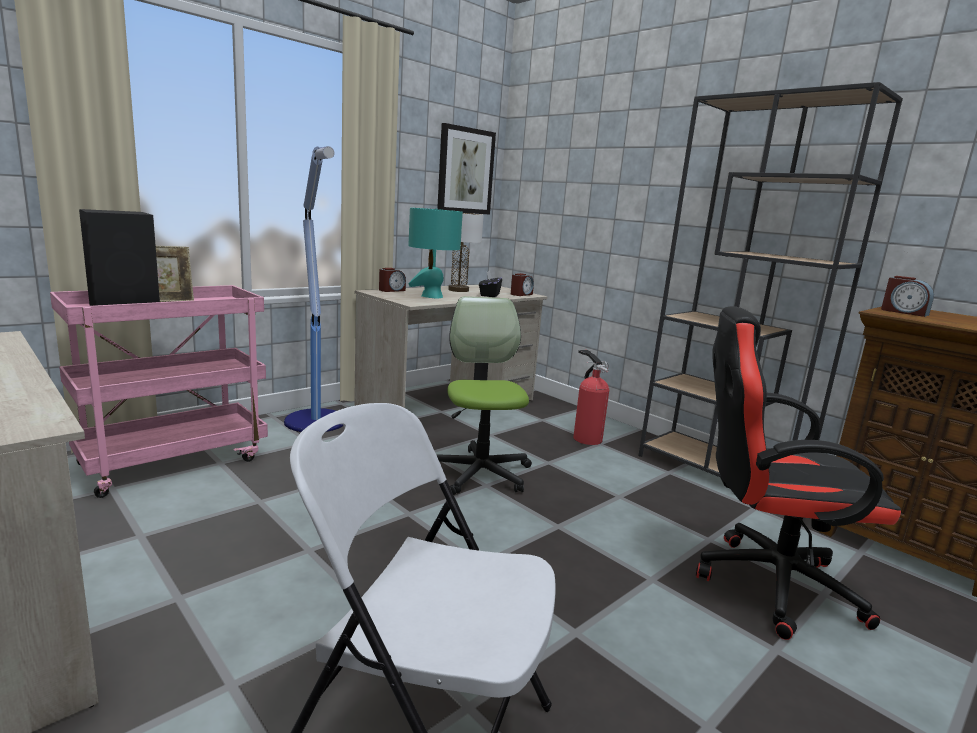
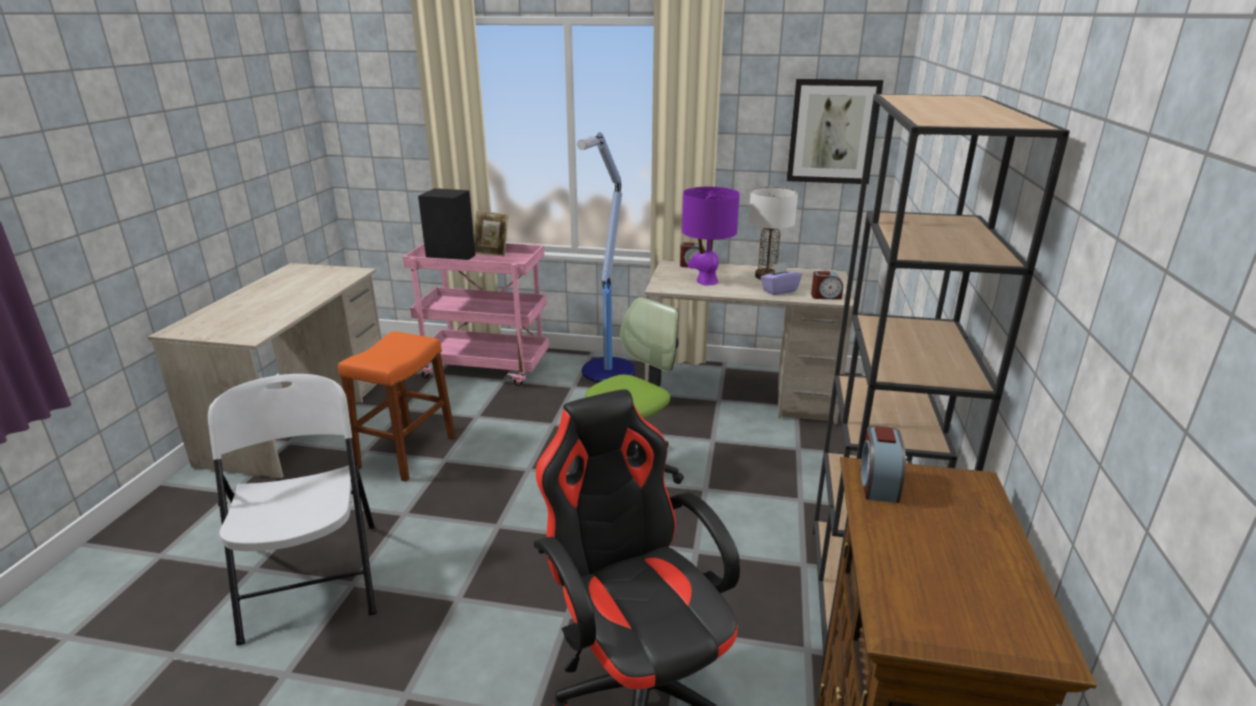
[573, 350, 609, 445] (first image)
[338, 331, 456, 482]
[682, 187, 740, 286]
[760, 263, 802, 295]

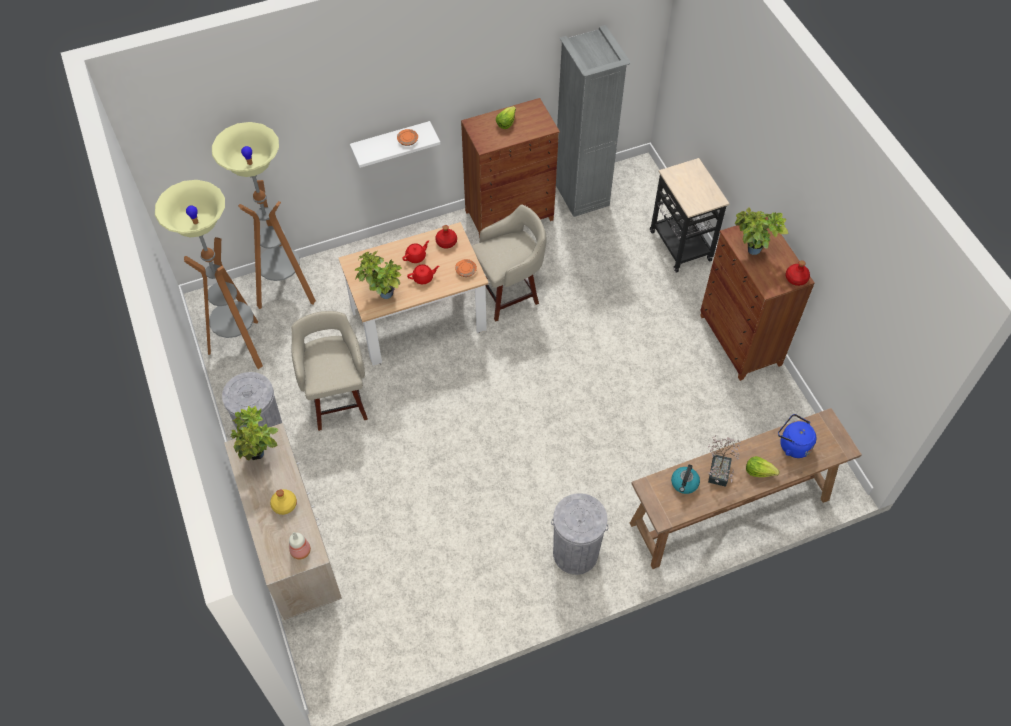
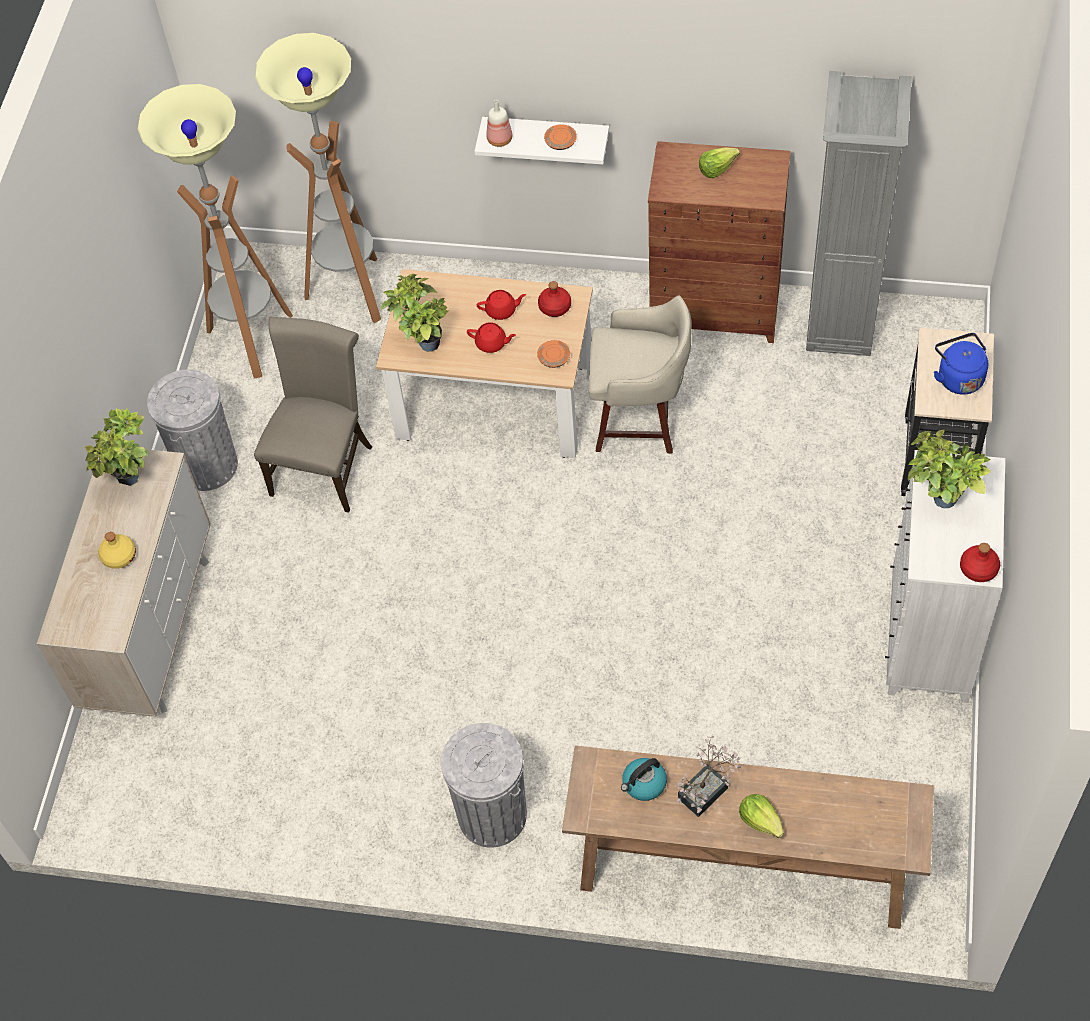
[486, 100, 512, 147]
[934, 333, 989, 395]
[254, 317, 372, 513]
[885, 450, 1005, 703]

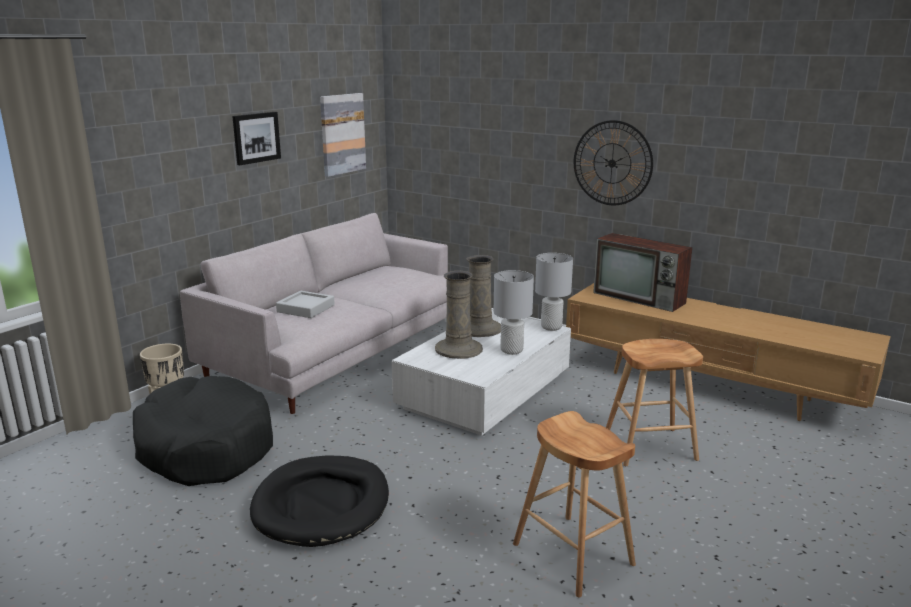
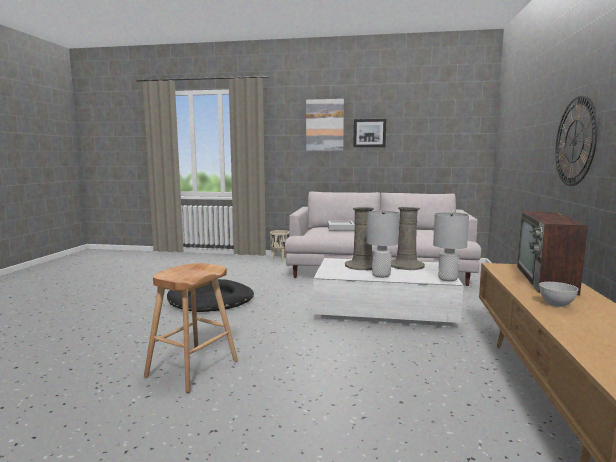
[133, 376, 273, 486] (first image)
[606, 339, 703, 466] (first image)
[539, 282, 579, 307]
[306, 99, 344, 151]

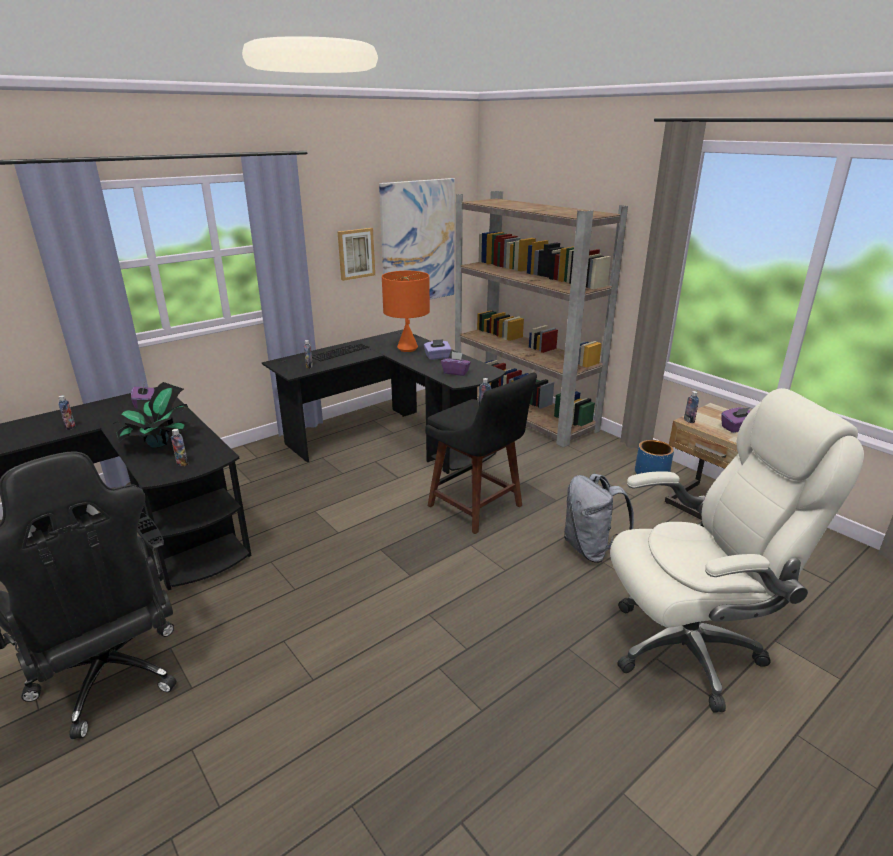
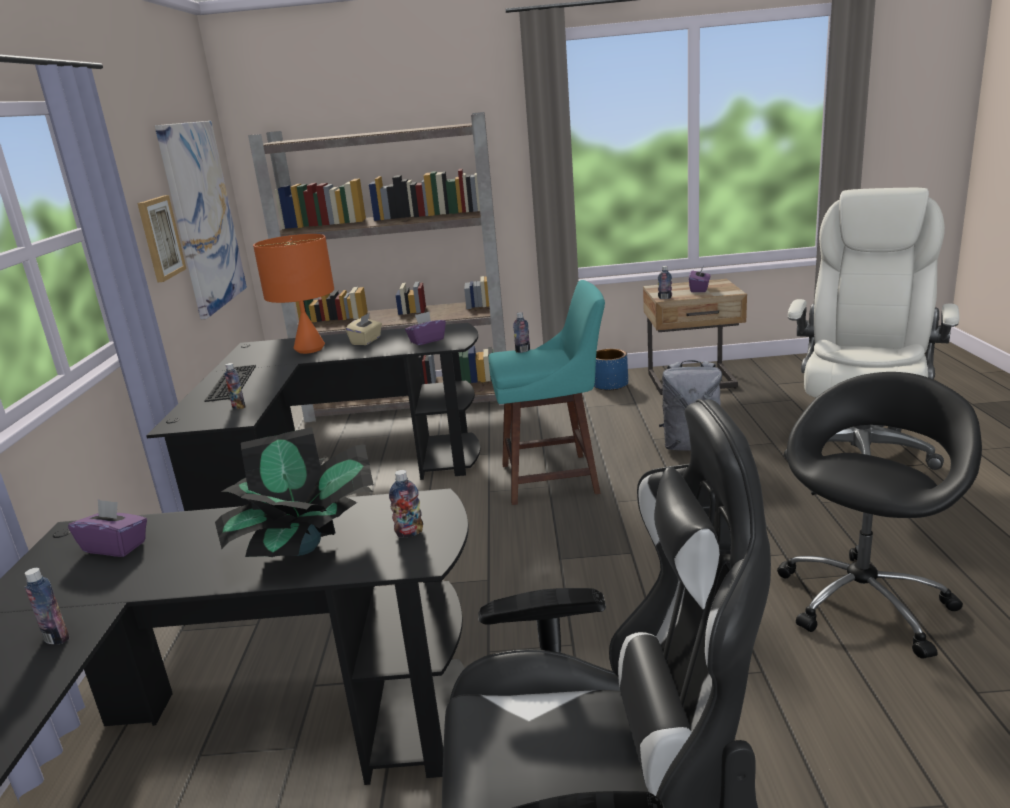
[777, 372, 982, 659]
[346, 313, 382, 345]
[488, 280, 605, 505]

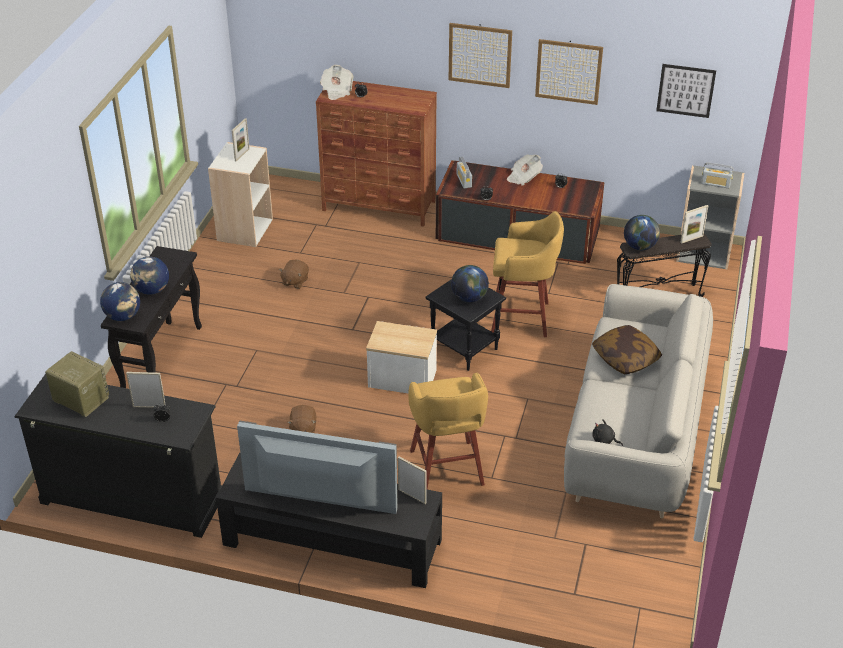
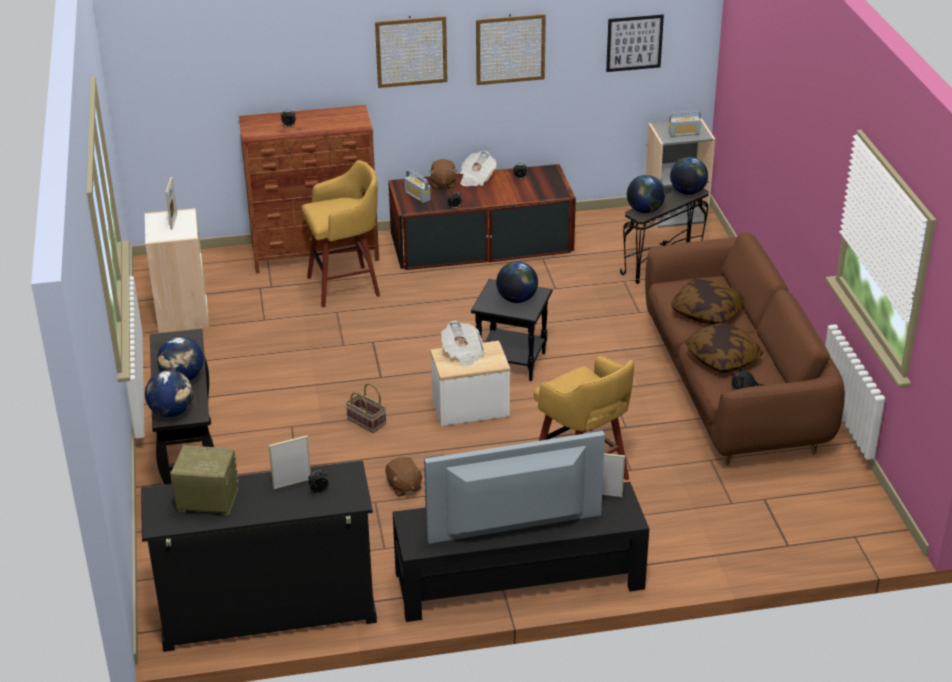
[346, 383, 386, 433]
[685, 323, 763, 373]
[430, 159, 457, 189]
[441, 321, 485, 367]
[302, 160, 380, 308]
[670, 157, 708, 195]
[645, 232, 845, 466]

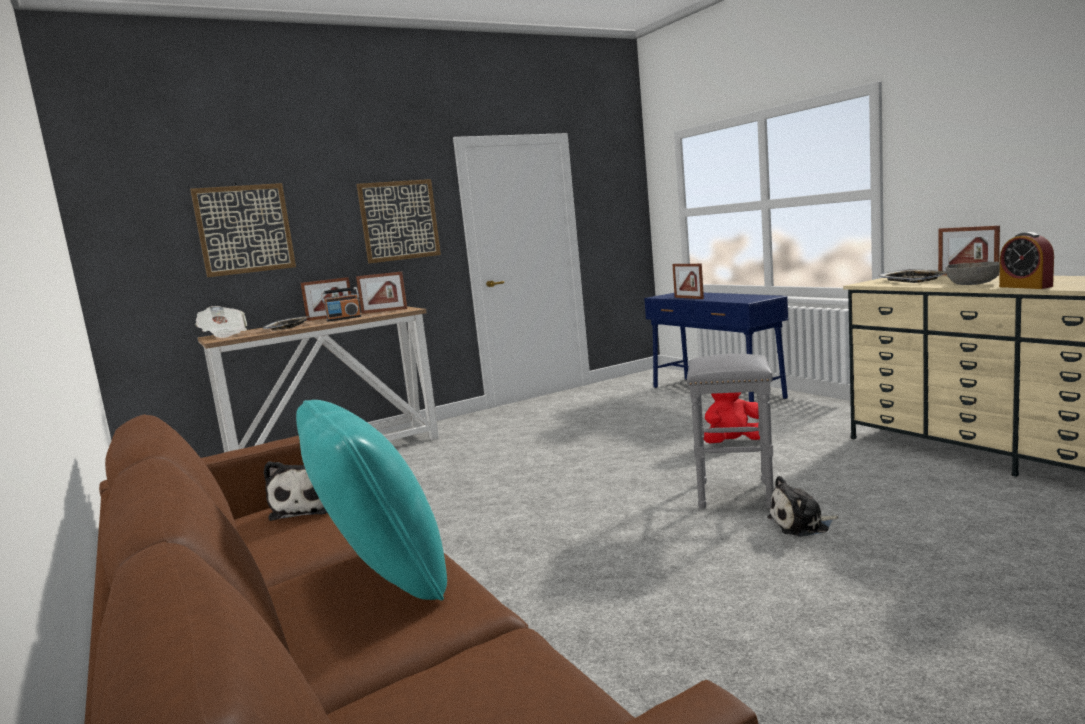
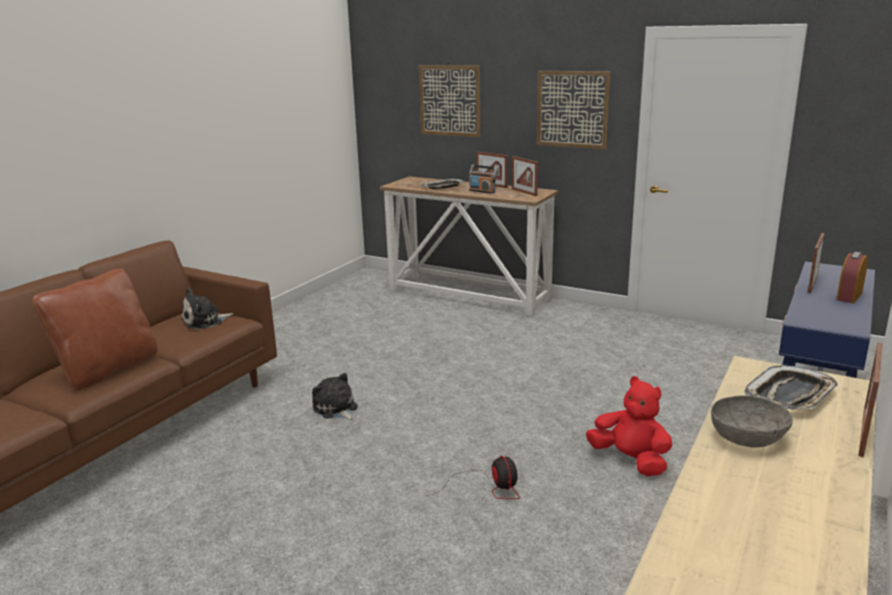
[195, 306, 247, 338] (first image)
[312, 373, 358, 420]
[836, 252, 868, 303]
[426, 456, 520, 499]
[32, 269, 158, 390]

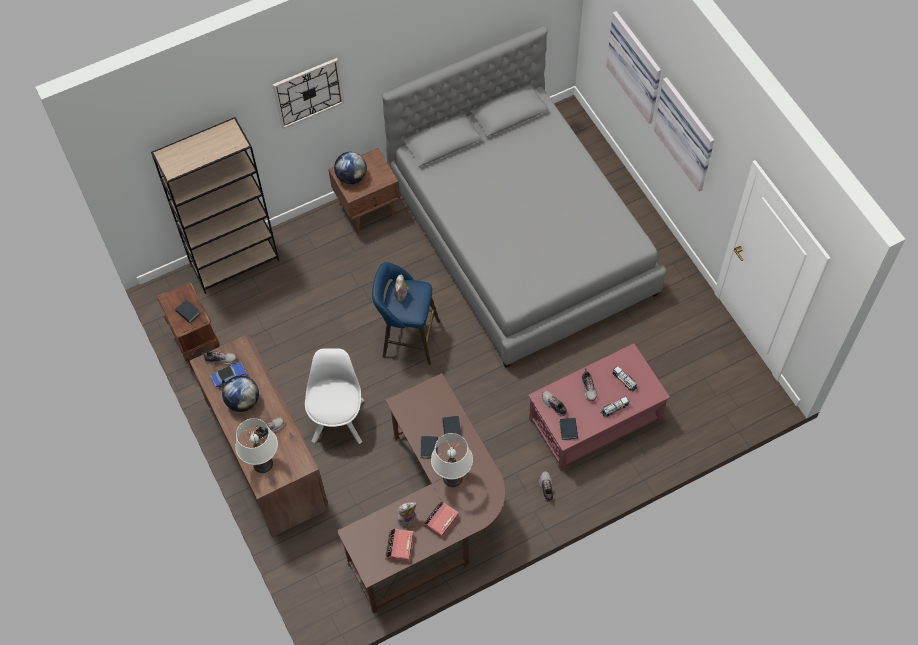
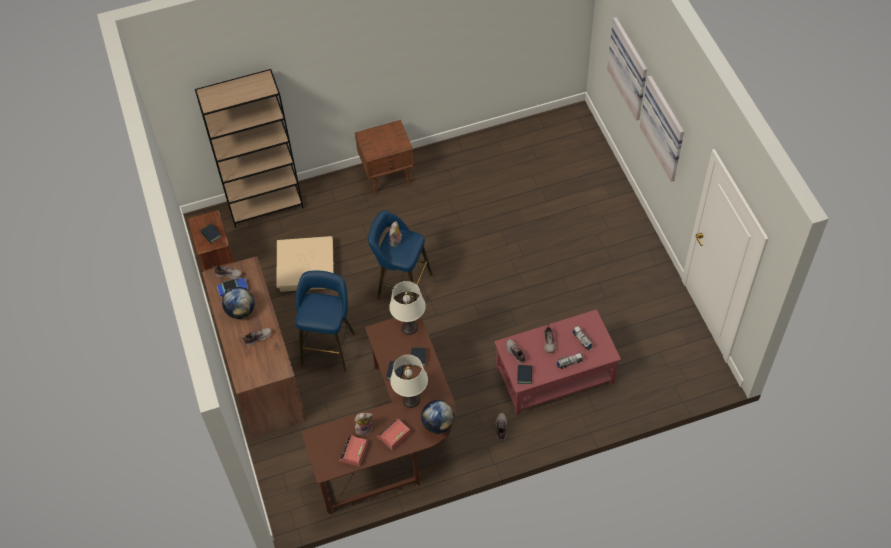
[273, 58, 344, 129] (first image)
[382, 25, 666, 368] (first image)
[276, 236, 334, 292]
[389, 281, 426, 335]
[421, 400, 455, 434]
[295, 271, 356, 372]

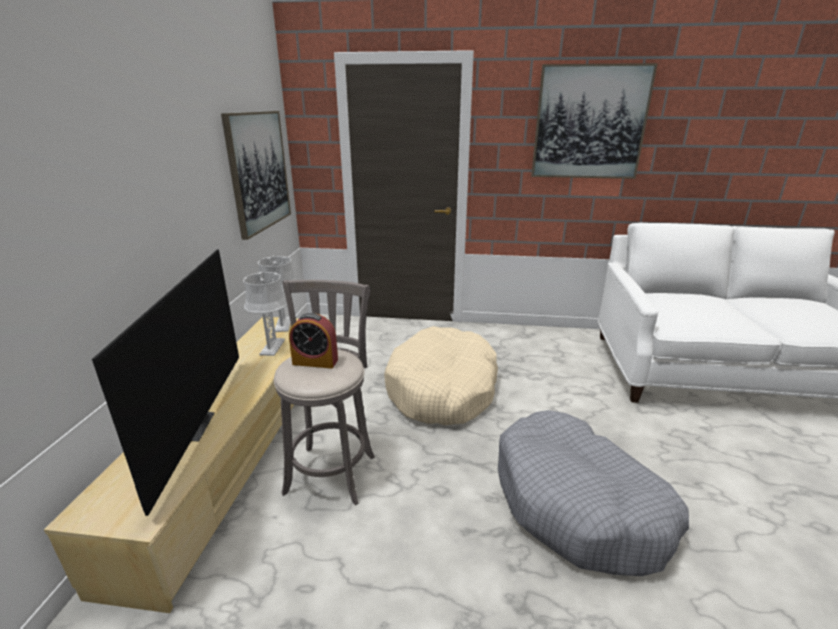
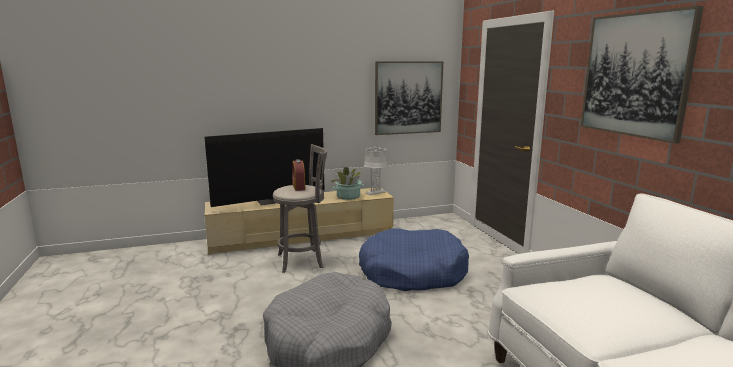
[330, 167, 364, 200]
[359, 228, 469, 291]

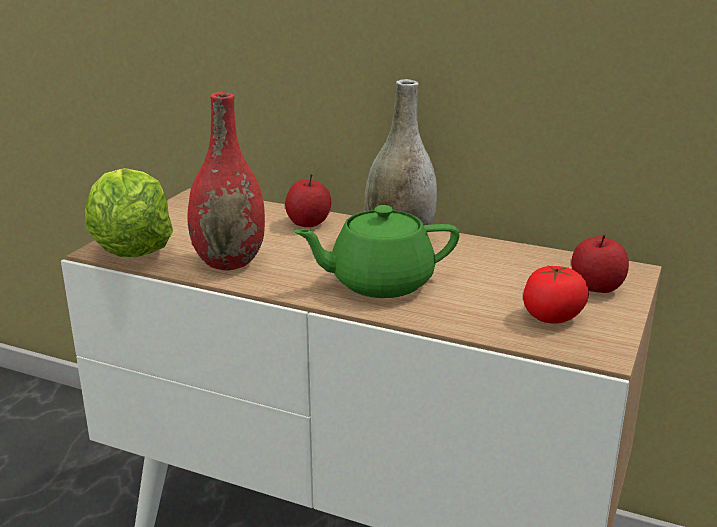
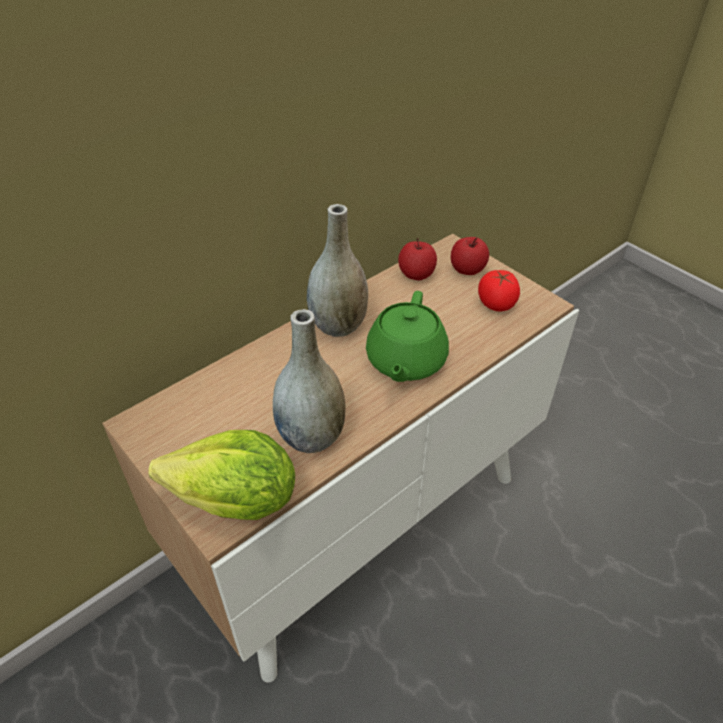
[398, 238, 437, 281]
[273, 309, 346, 453]

